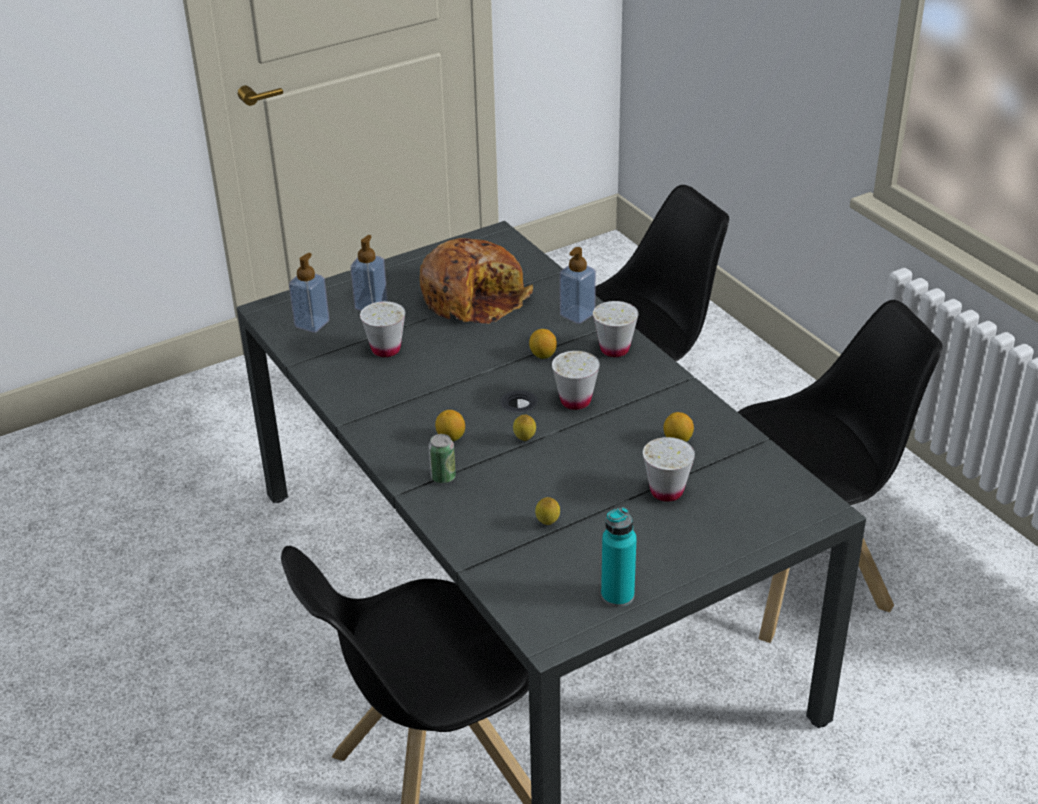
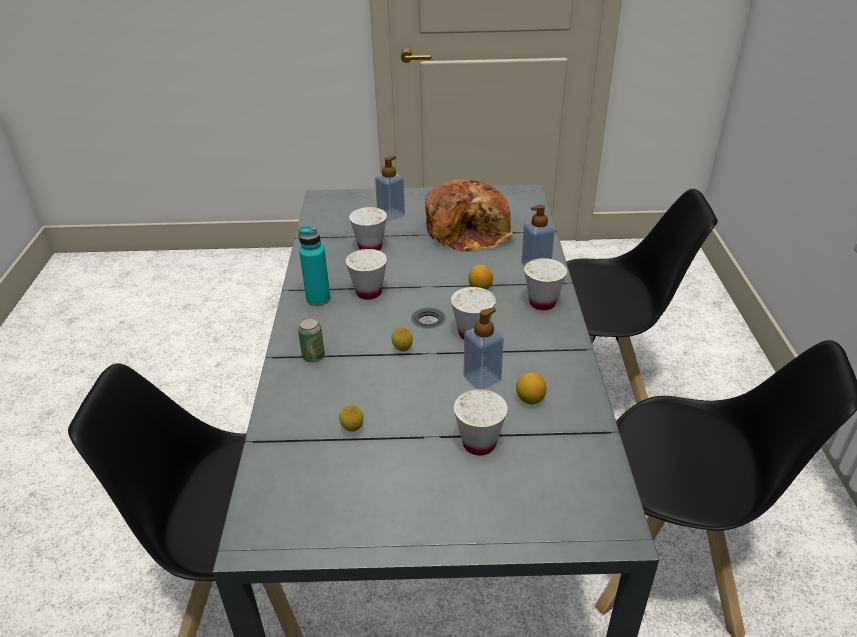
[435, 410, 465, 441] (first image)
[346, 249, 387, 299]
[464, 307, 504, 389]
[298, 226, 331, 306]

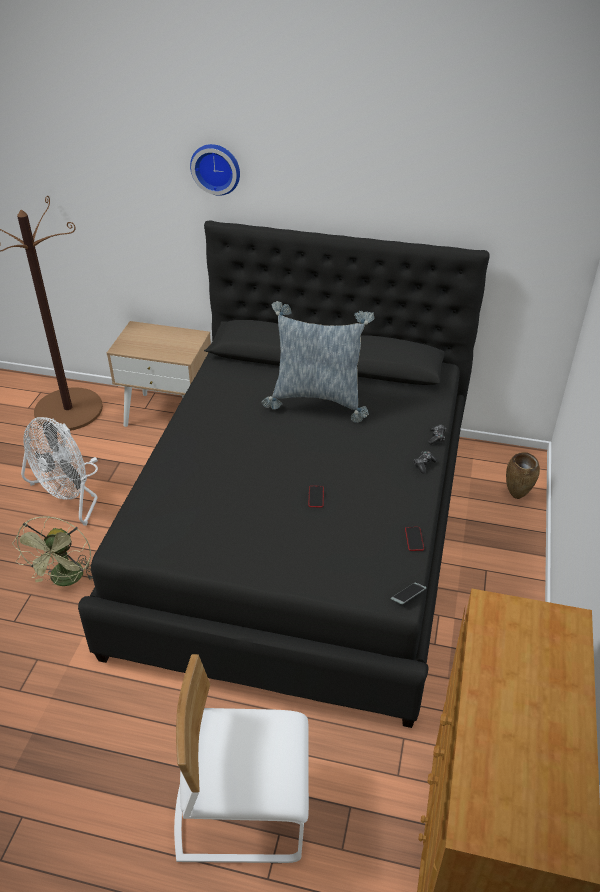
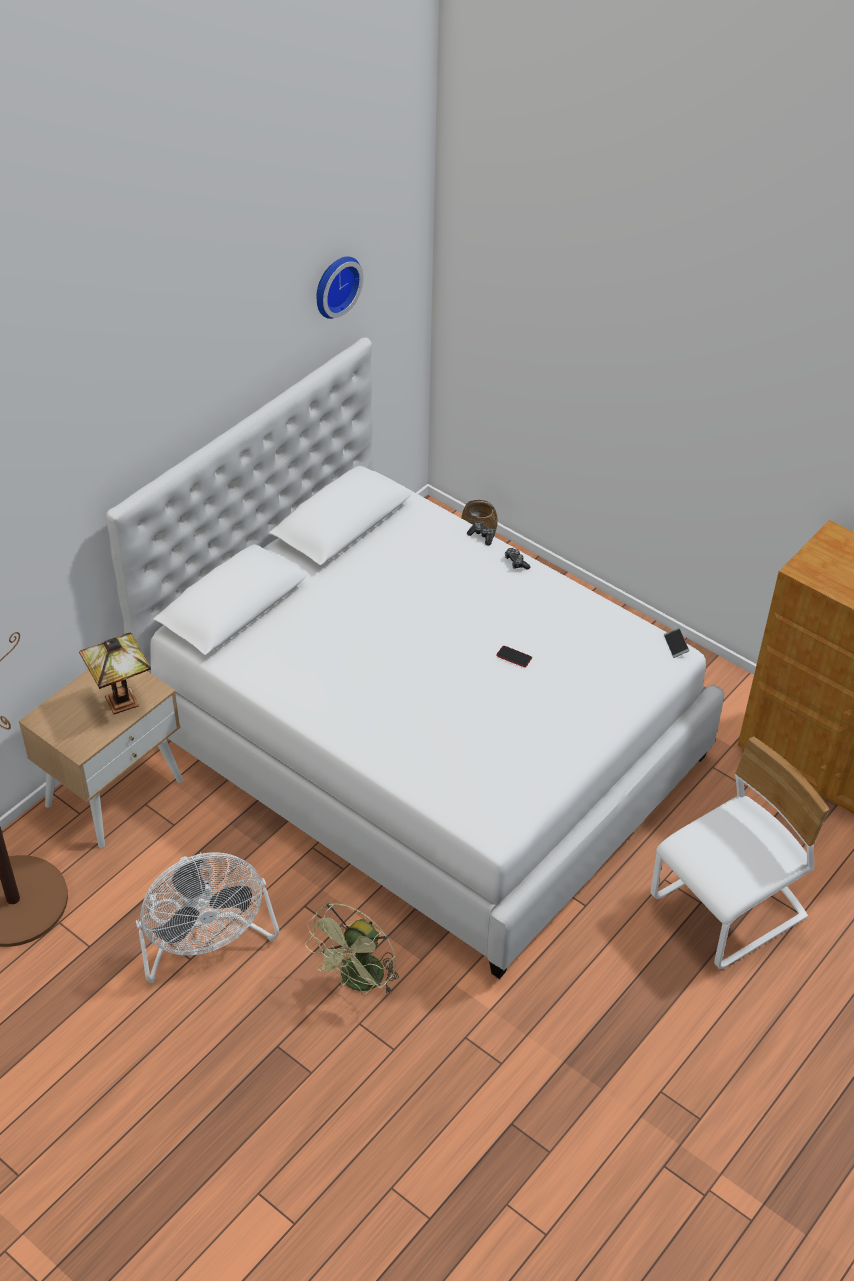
[262, 301, 374, 423] (first image)
[405, 527, 424, 551] (first image)
[79, 633, 151, 714]
[316, 256, 363, 319]
[106, 338, 724, 979]
[305, 903, 399, 996]
[651, 736, 829, 969]

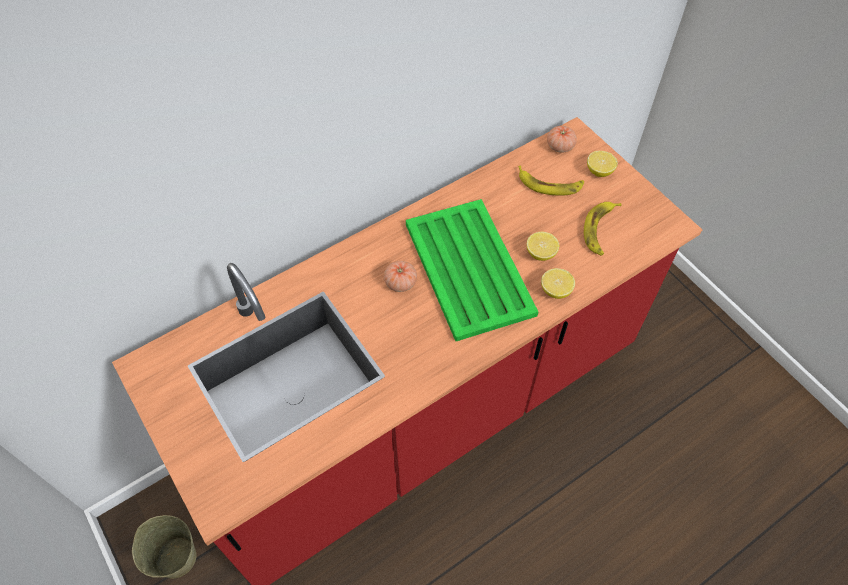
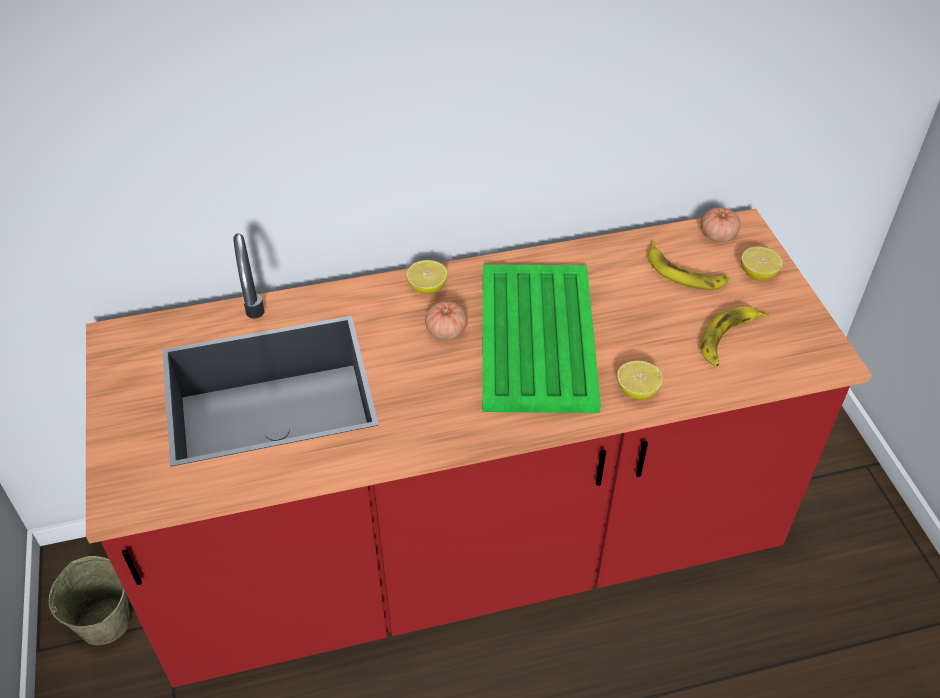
[406, 260, 448, 294]

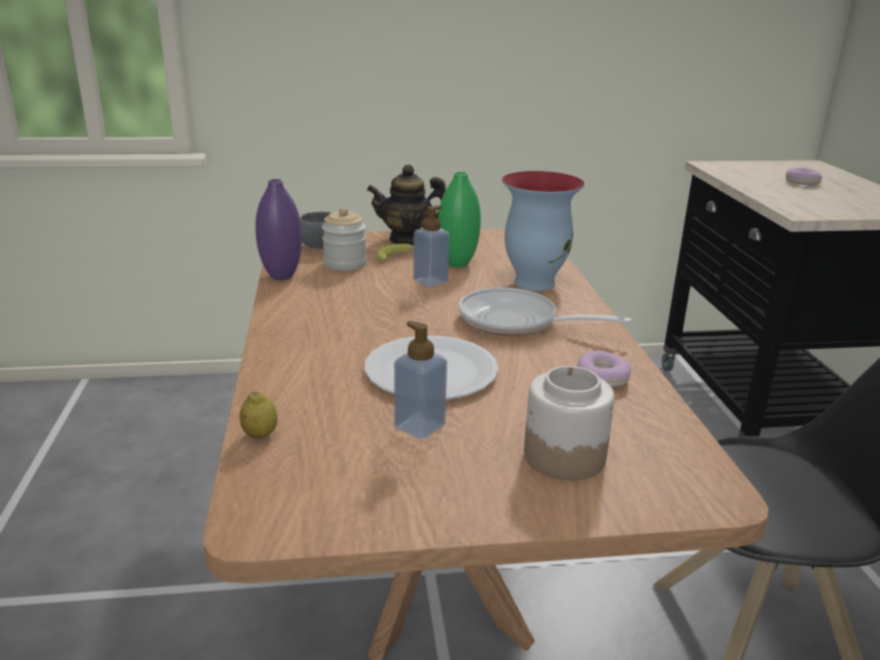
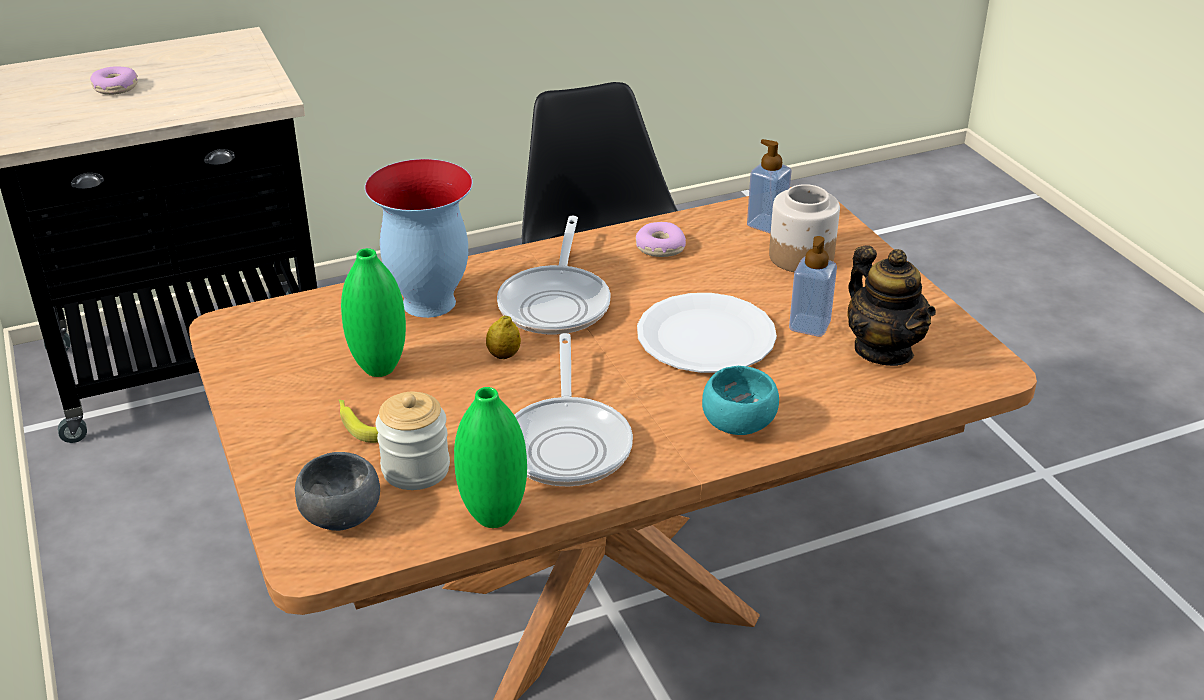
[514, 333, 633, 486]
[702, 365, 779, 435]
[486, 315, 521, 359]
[848, 246, 936, 366]
[747, 139, 792, 233]
[454, 387, 527, 528]

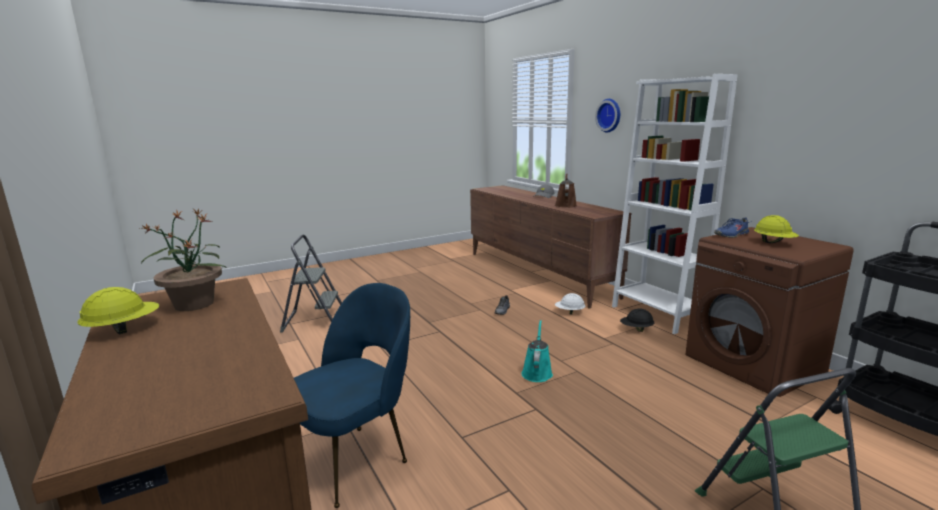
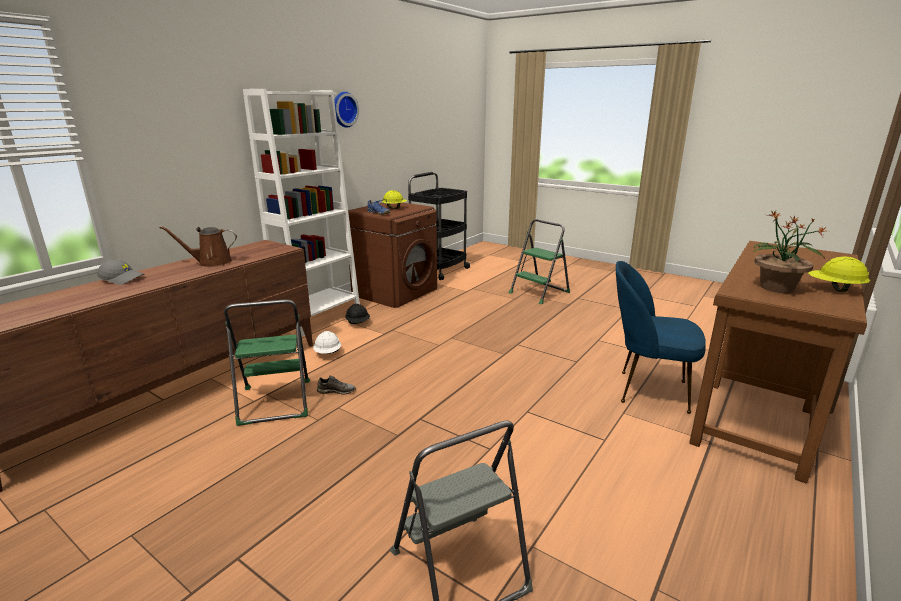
[521, 320, 553, 382] (first image)
[224, 300, 310, 426]
[334, 92, 359, 128]

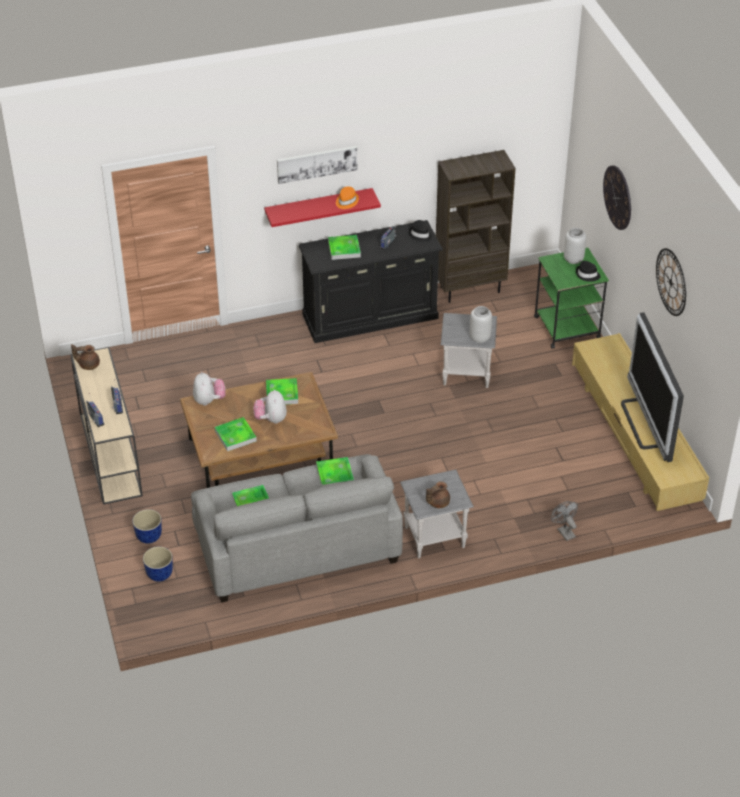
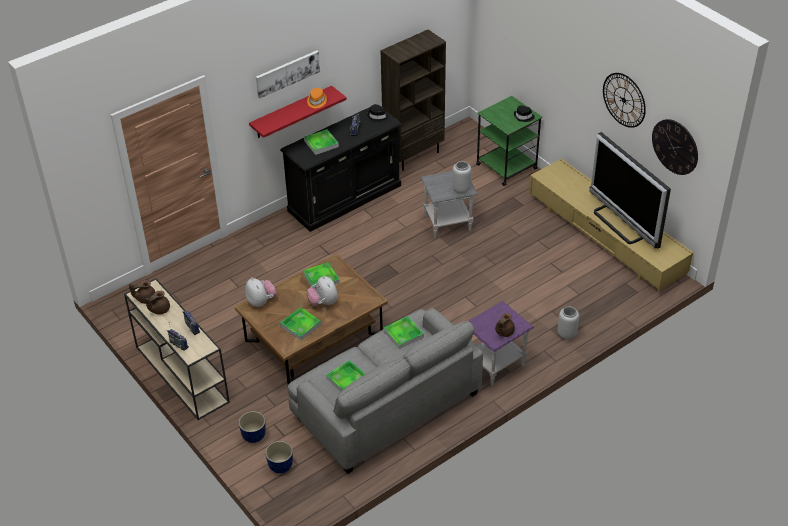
[551, 501, 578, 541] (first image)
[145, 291, 170, 315]
[558, 307, 579, 339]
[652, 119, 698, 175]
[469, 301, 534, 385]

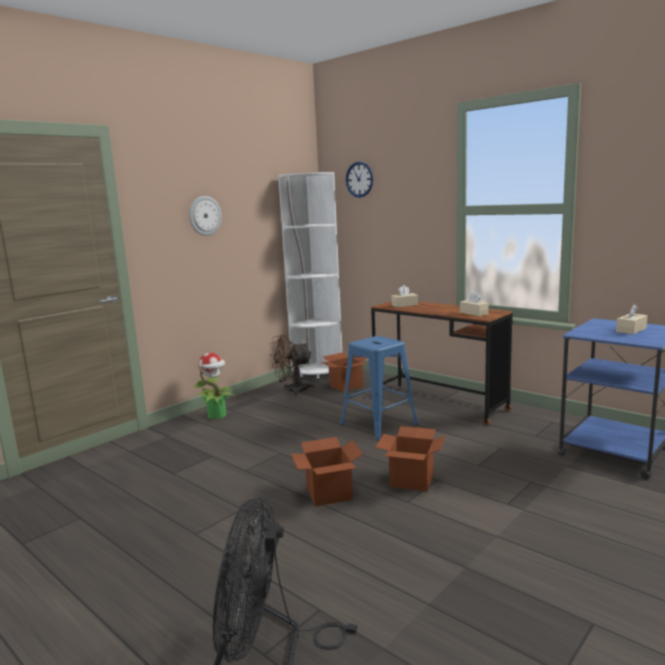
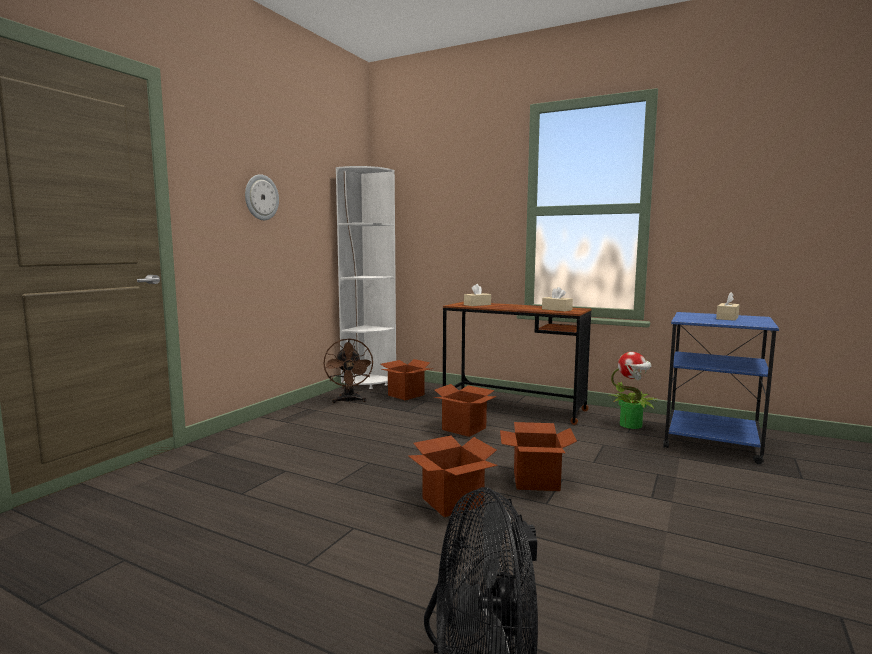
[346, 162, 373, 198] (first image)
[611, 352, 659, 429]
[434, 384, 497, 437]
[324, 338, 373, 403]

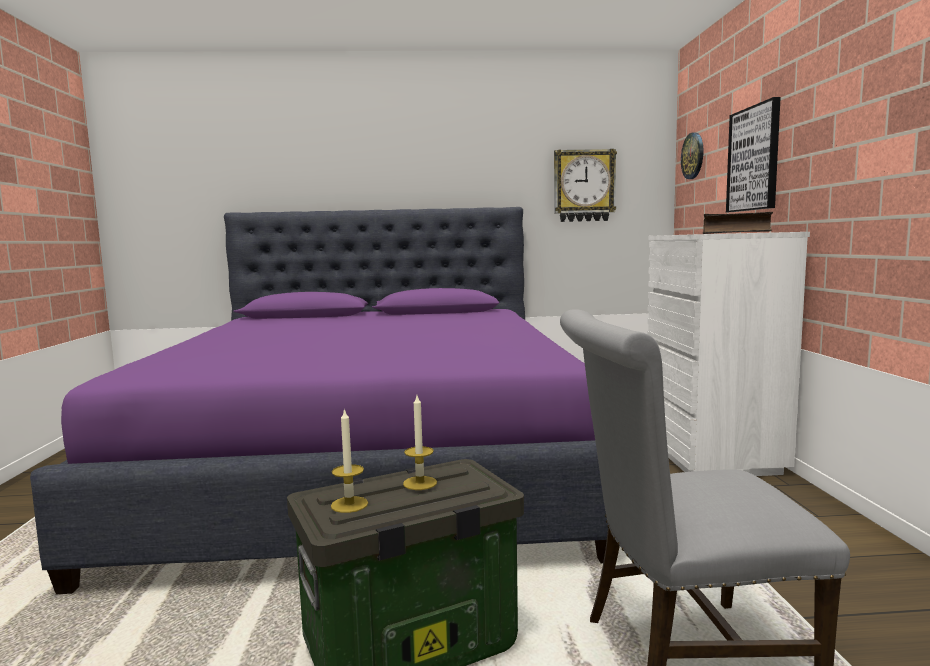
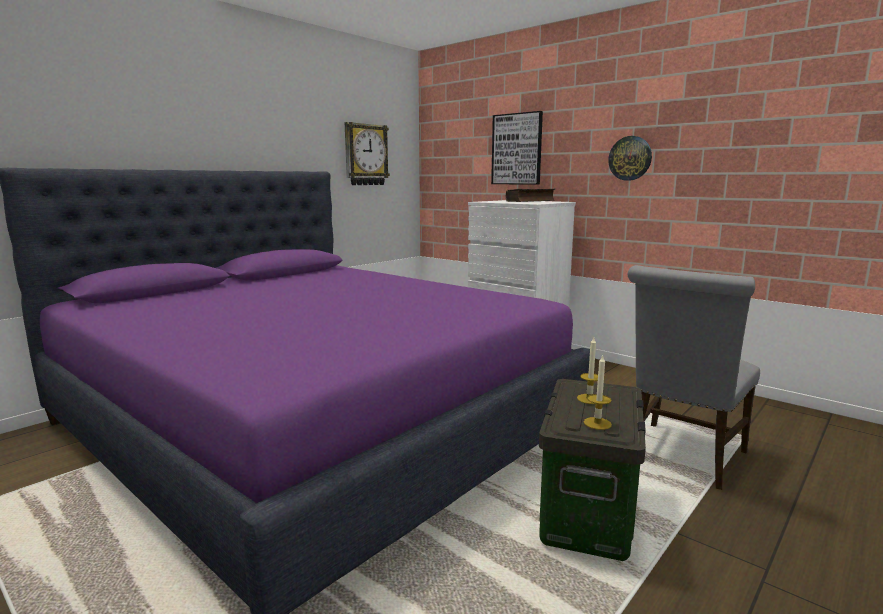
[608, 136, 652, 181]

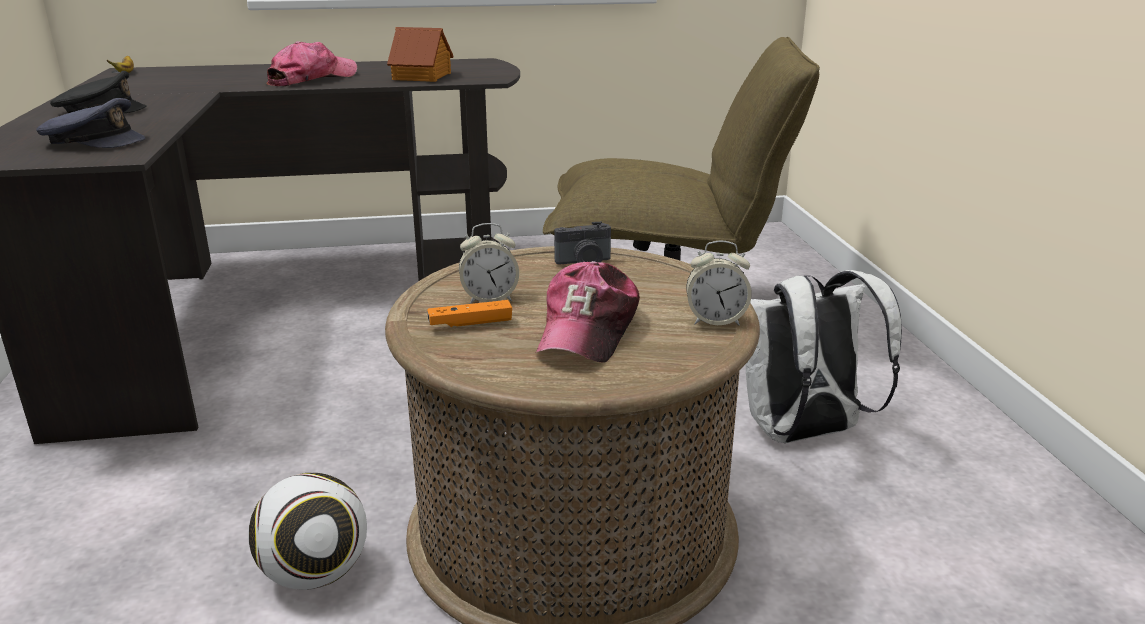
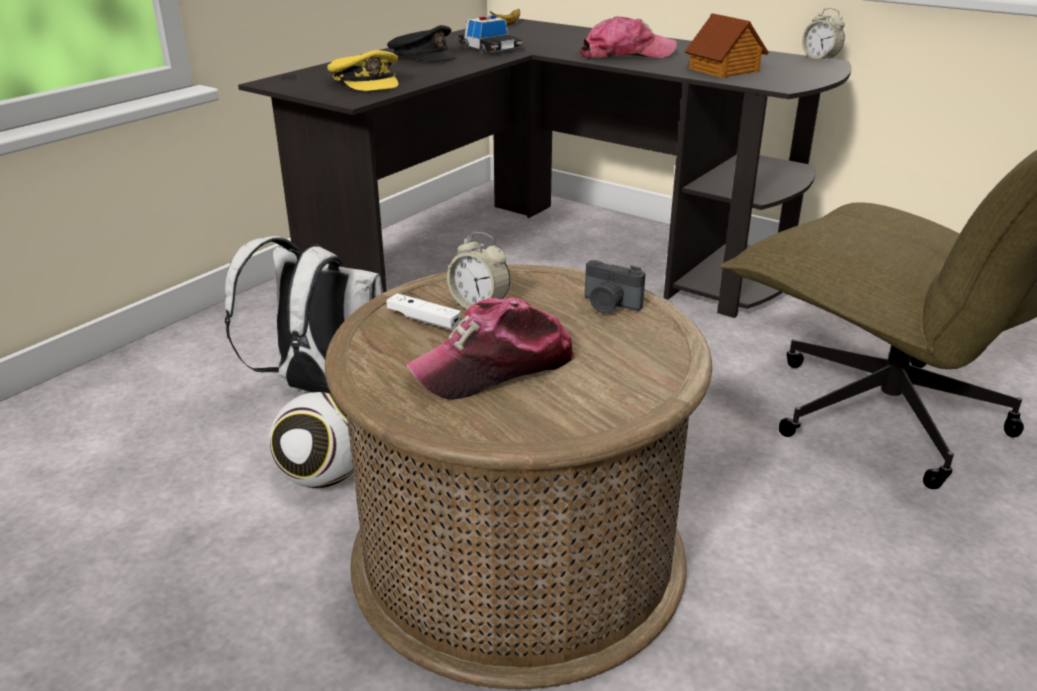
[457, 15, 523, 54]
[802, 8, 845, 62]
[225, 236, 383, 393]
[327, 50, 399, 91]
[387, 293, 461, 330]

